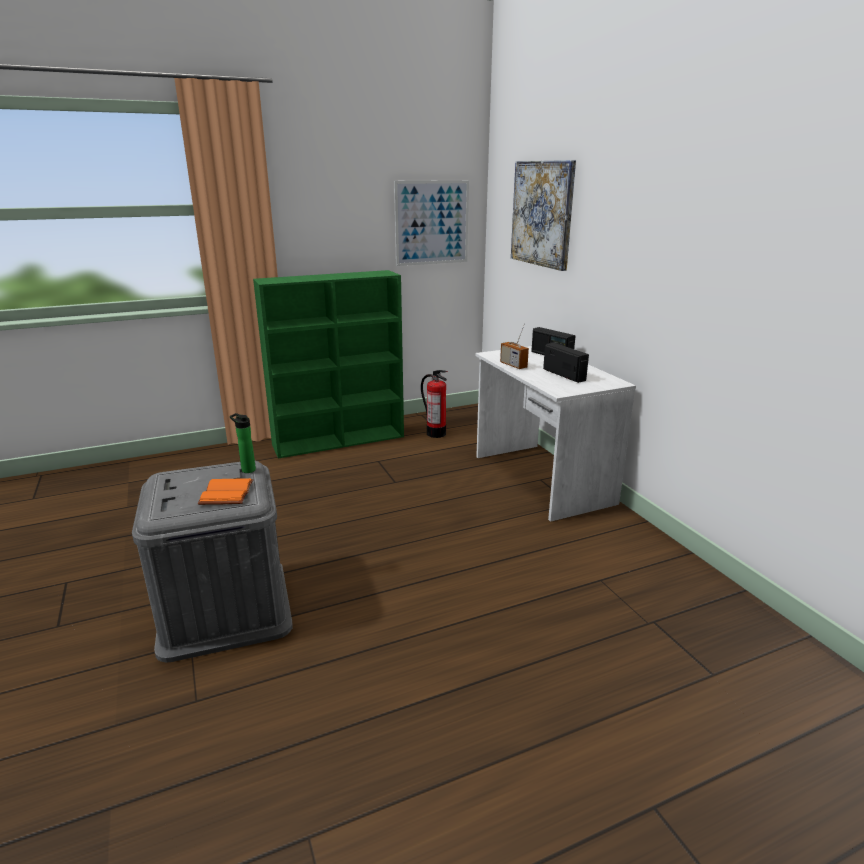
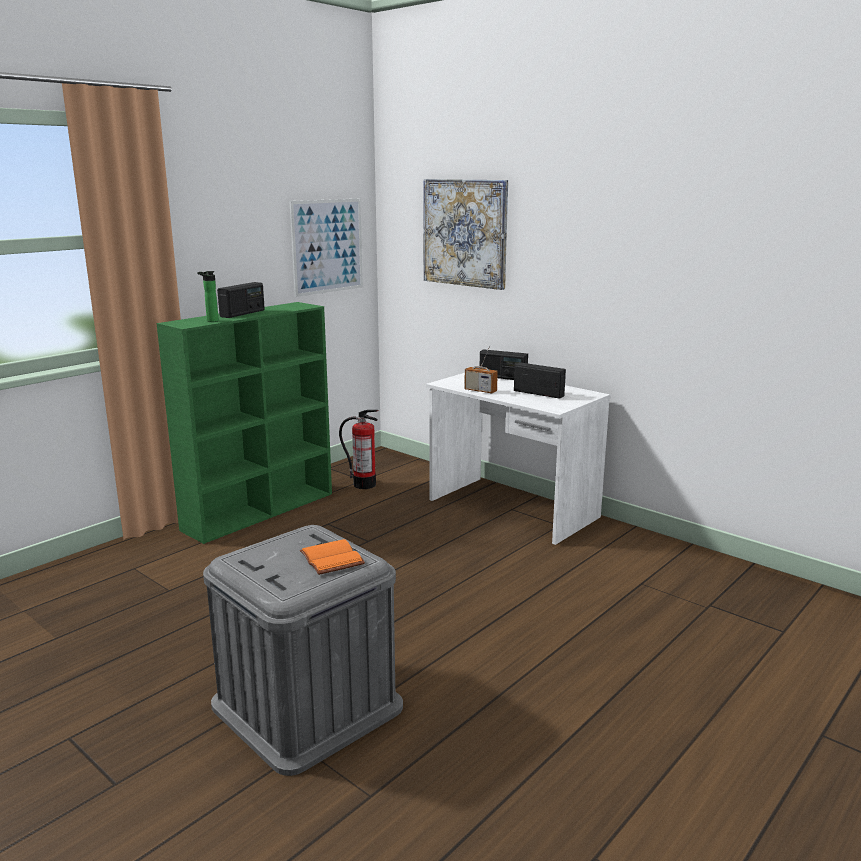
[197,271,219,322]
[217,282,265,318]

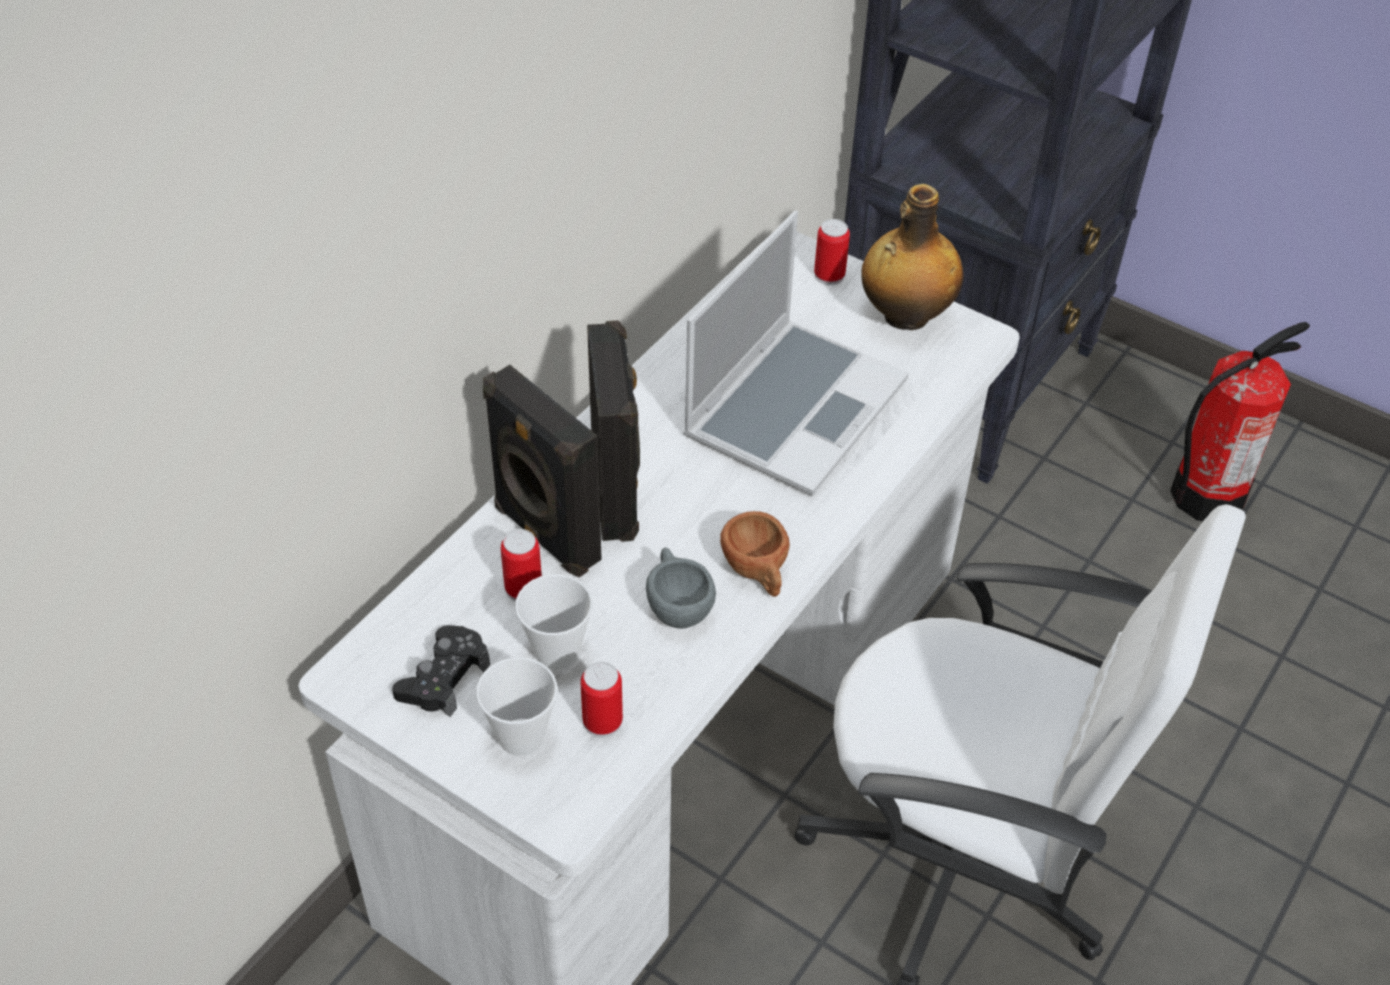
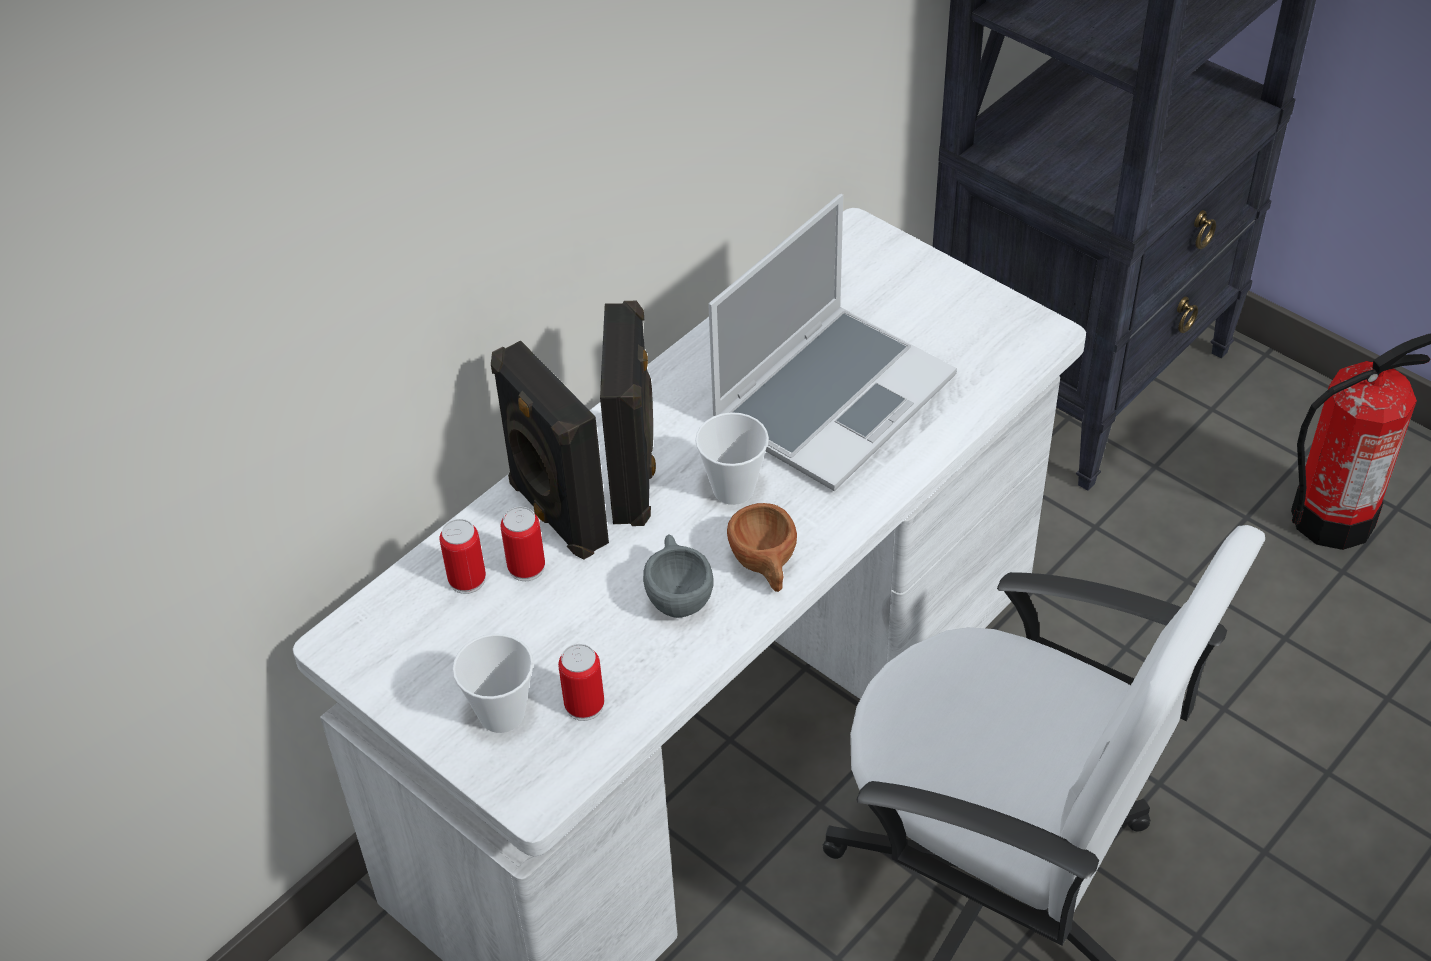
[392,625,490,717] (first image)
[695,412,769,505]
[440,519,486,594]
[861,184,964,330] (first image)

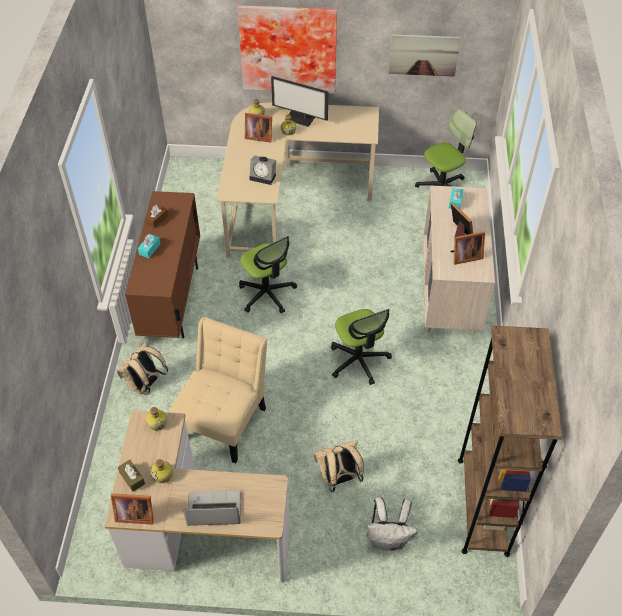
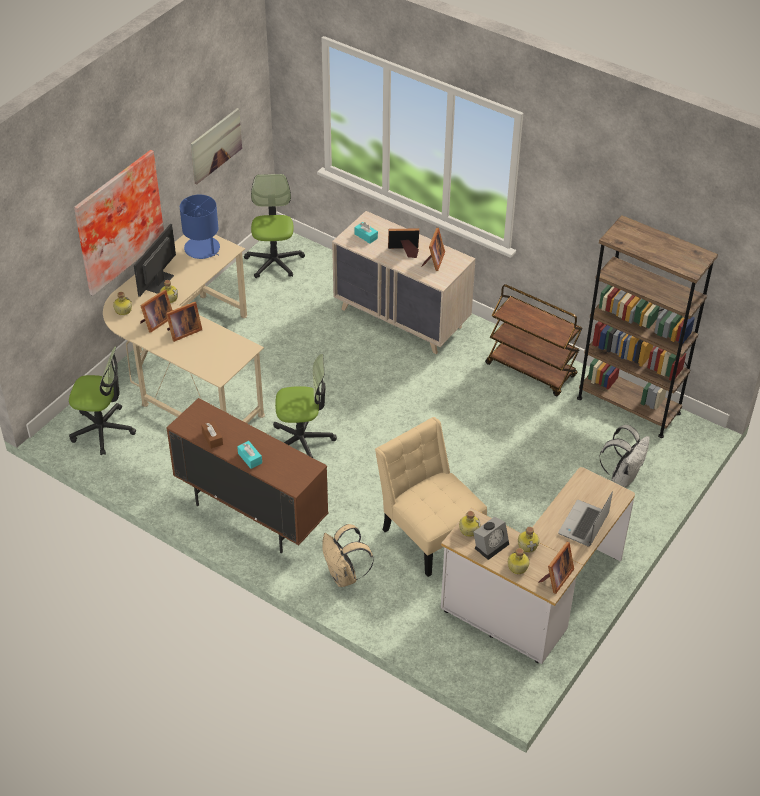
[508,548,530,574]
[473,517,509,560]
[134,224,176,297]
[314,440,364,492] (first image)
[69,347,136,455]
[166,302,202,342]
[180,195,220,259]
[485,284,583,396]

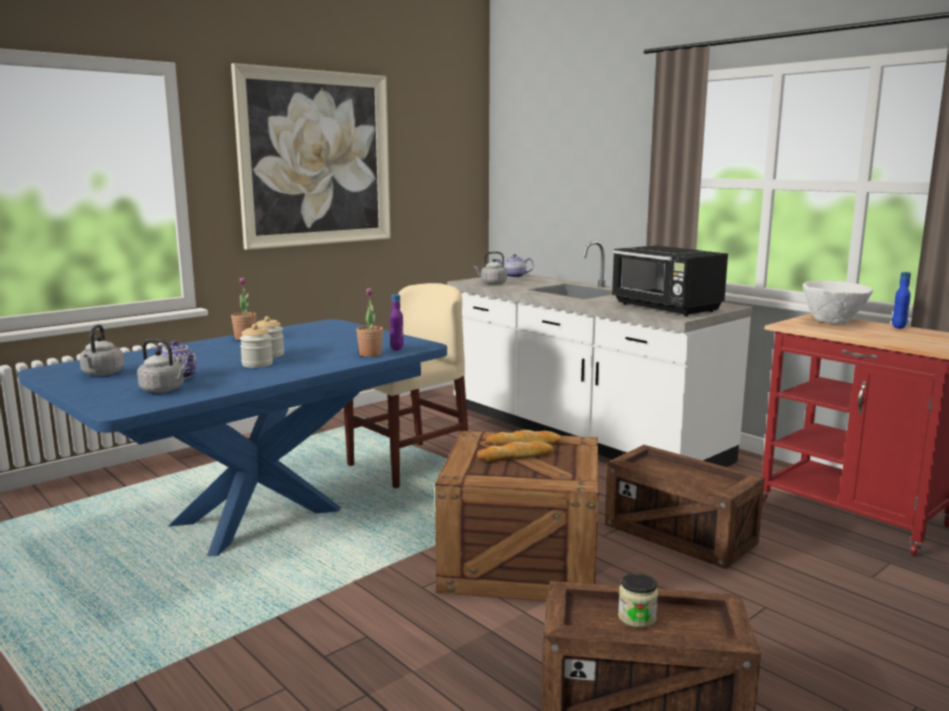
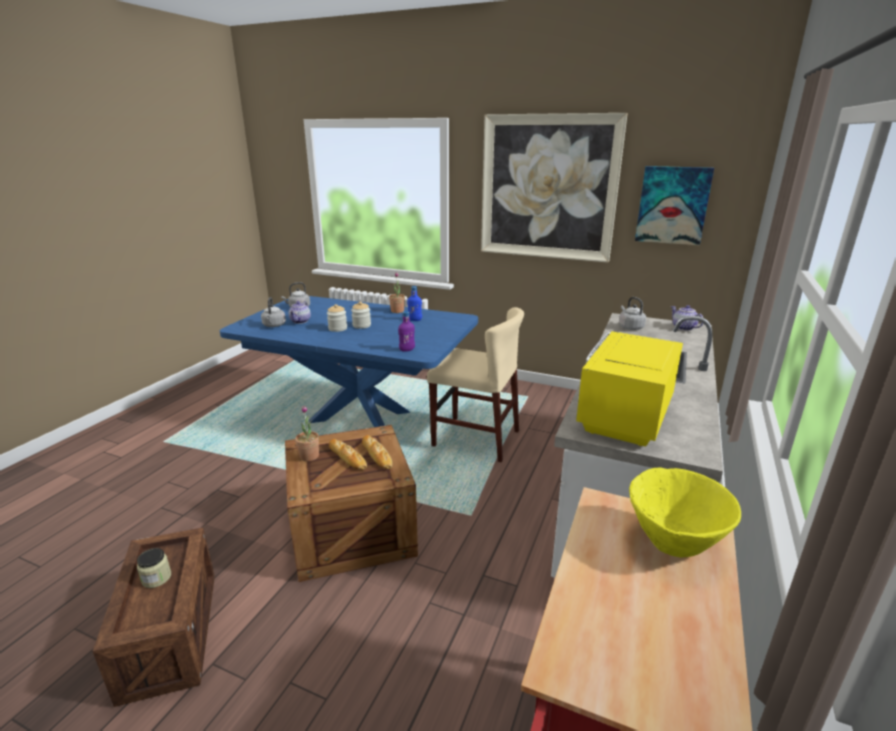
[295,406,319,462]
[605,445,765,569] (first image)
[576,331,683,446]
[629,468,741,557]
[407,286,422,321]
[635,166,714,246]

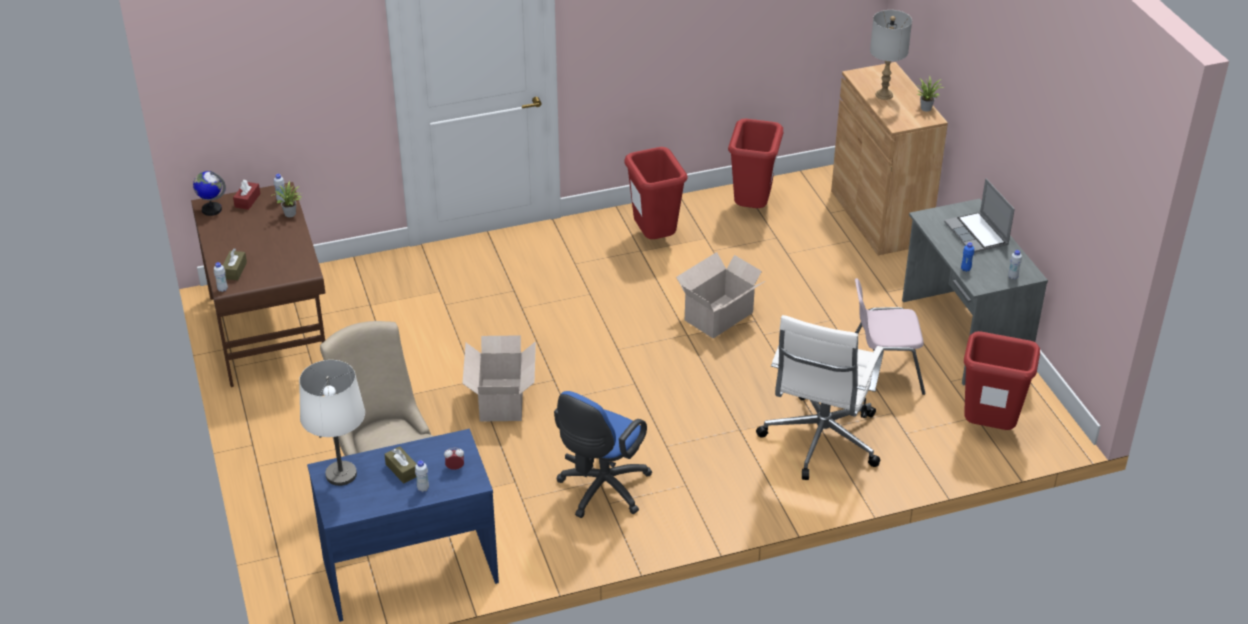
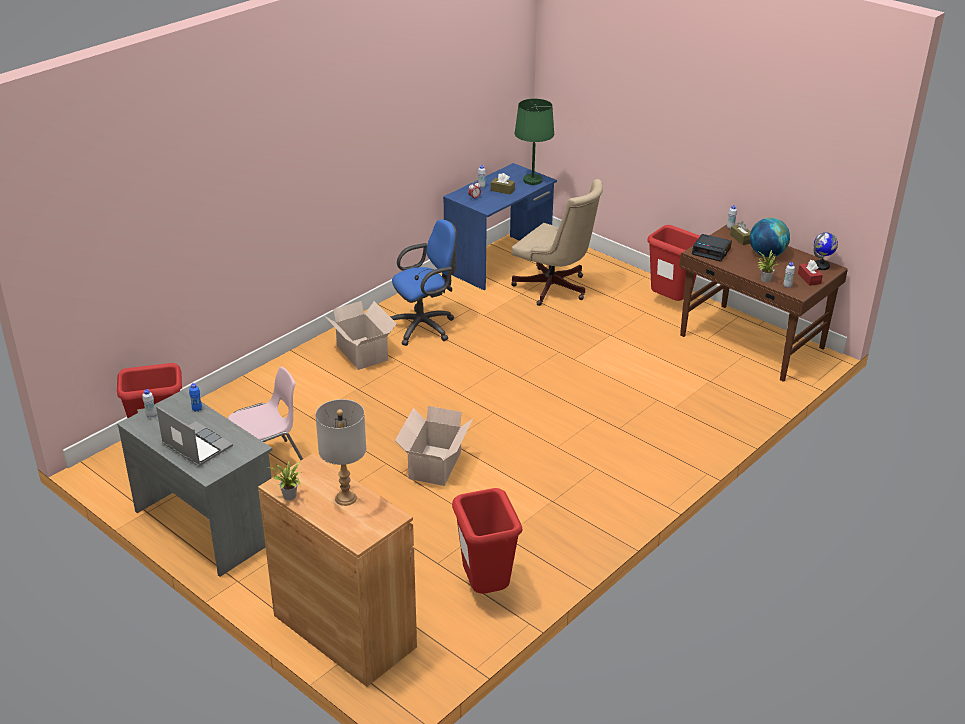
[515,99,554,185]
[325,301,397,370]
[390,219,457,346]
[647,225,700,301]
[756,315,884,480] (first image)
[692,234,732,261]
[750,218,790,257]

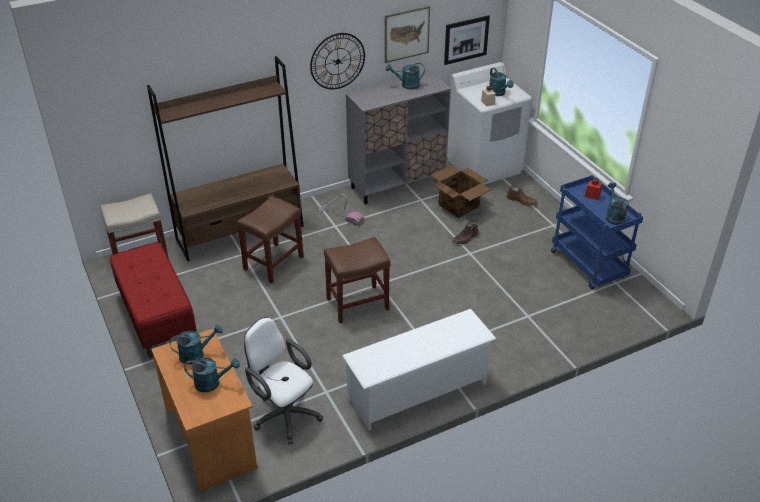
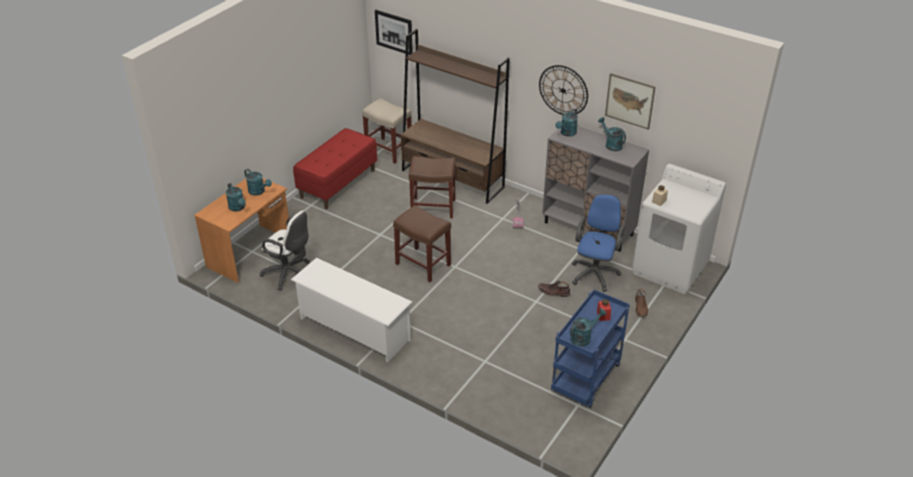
[260,211,310,290]
[572,194,625,292]
[375,9,413,55]
[556,109,578,137]

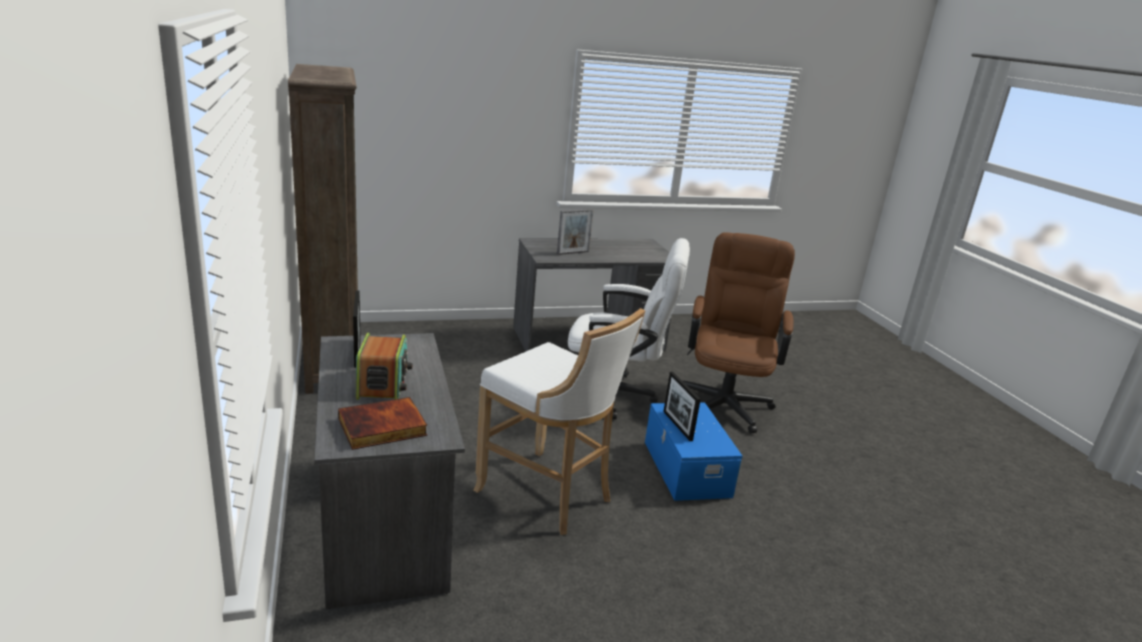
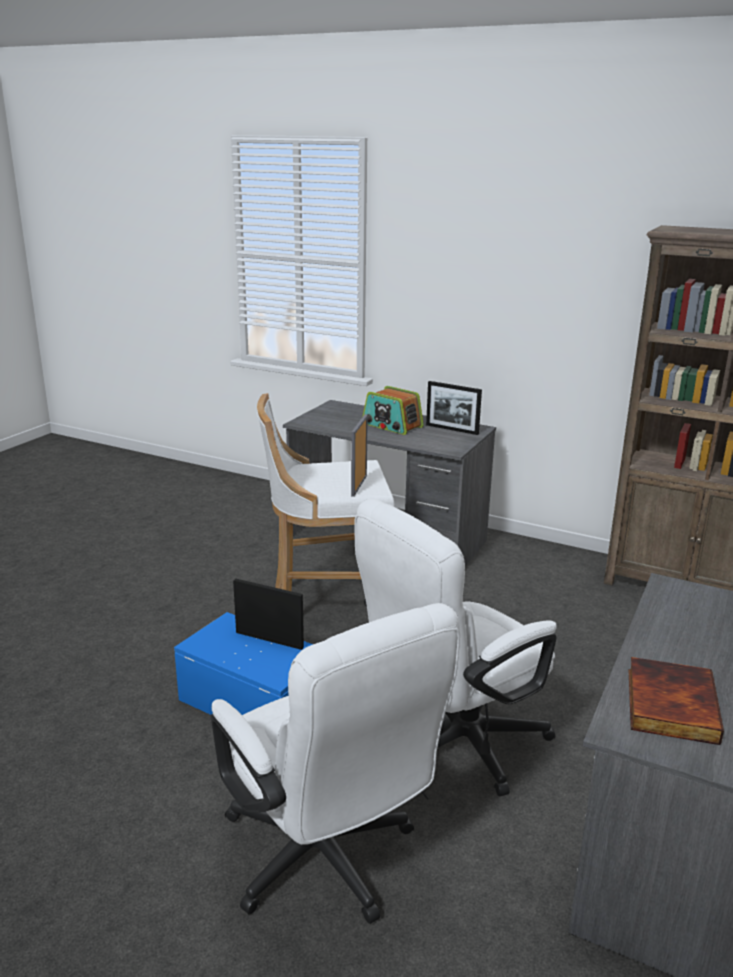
[628,657,724,745]
[351,414,368,497]
[211,603,460,924]

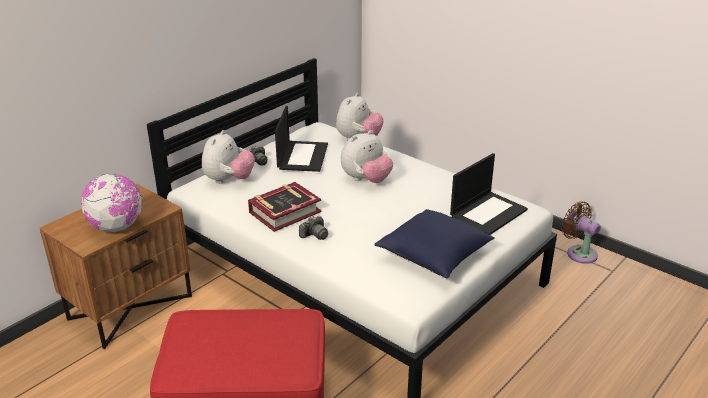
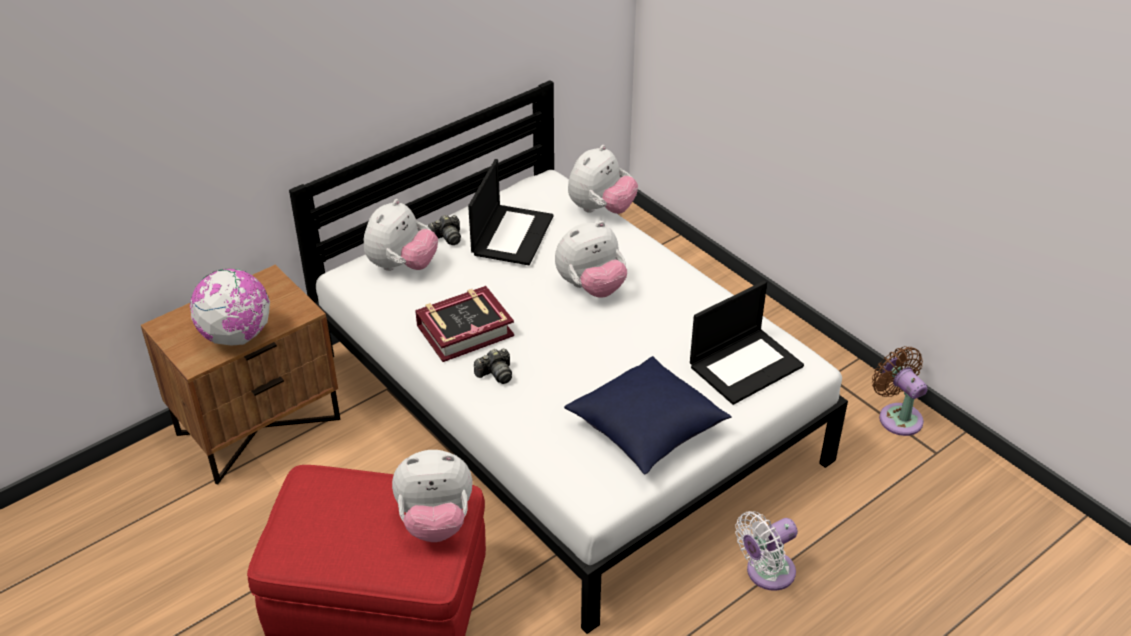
[392,450,473,542]
[735,511,798,591]

